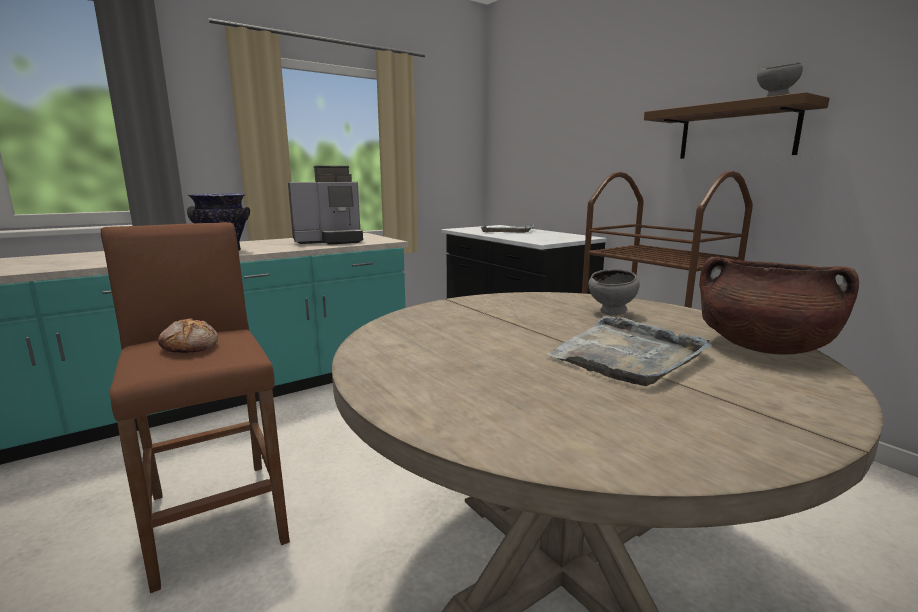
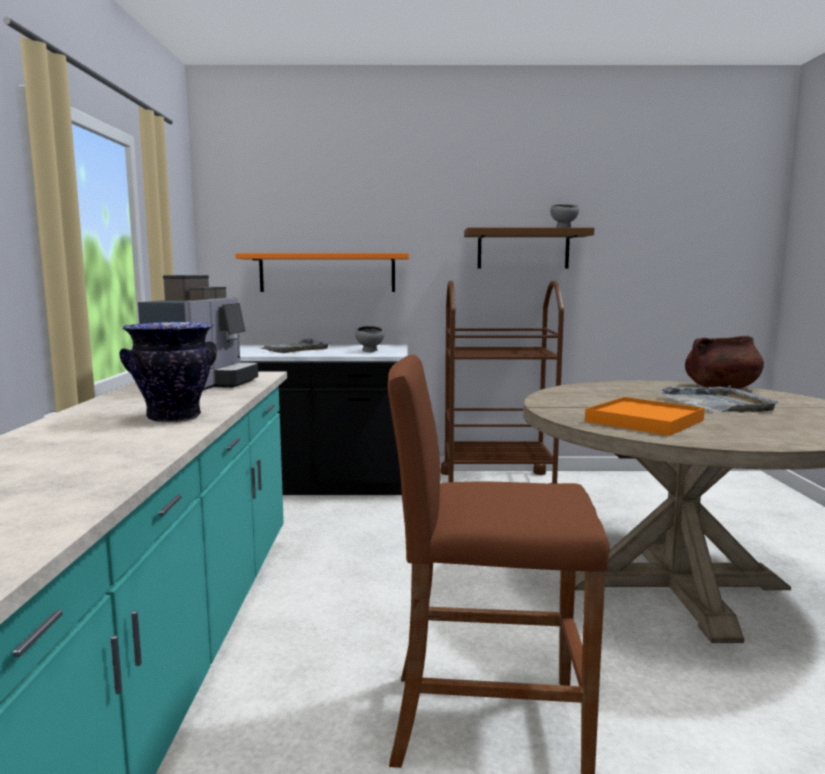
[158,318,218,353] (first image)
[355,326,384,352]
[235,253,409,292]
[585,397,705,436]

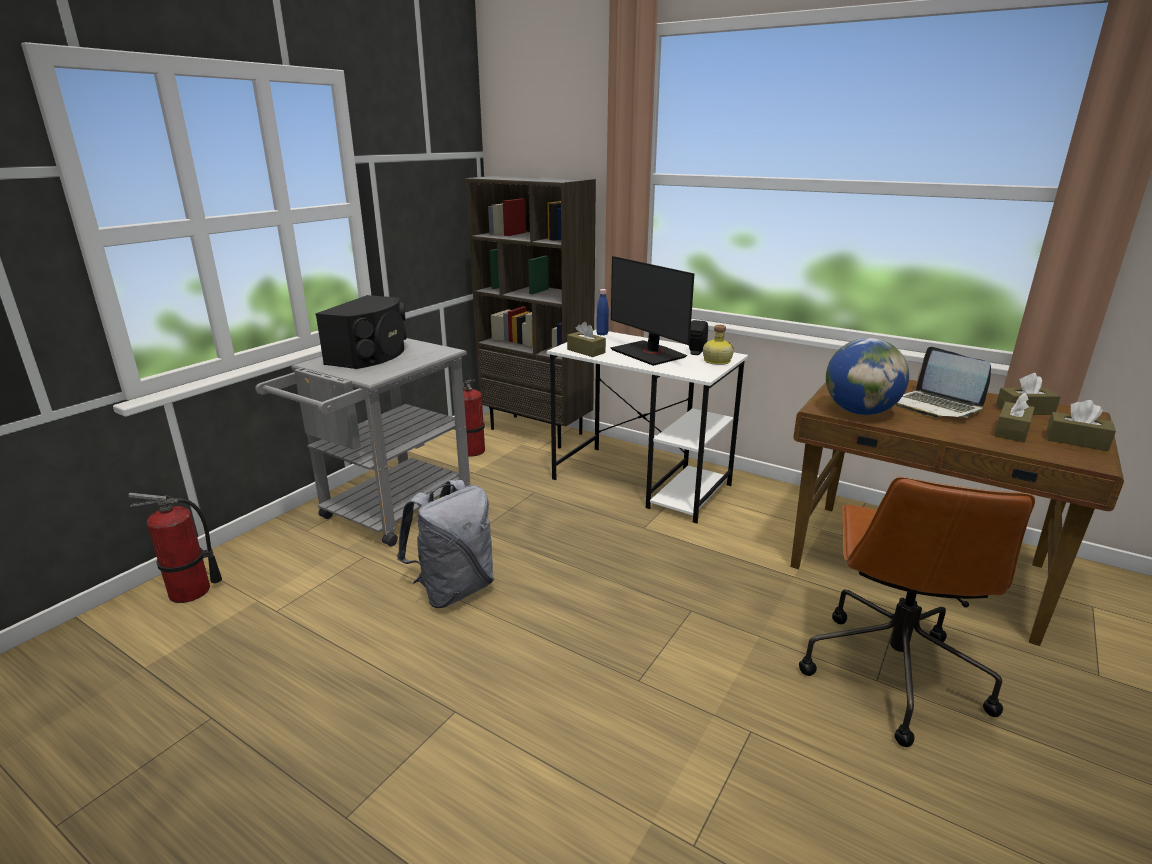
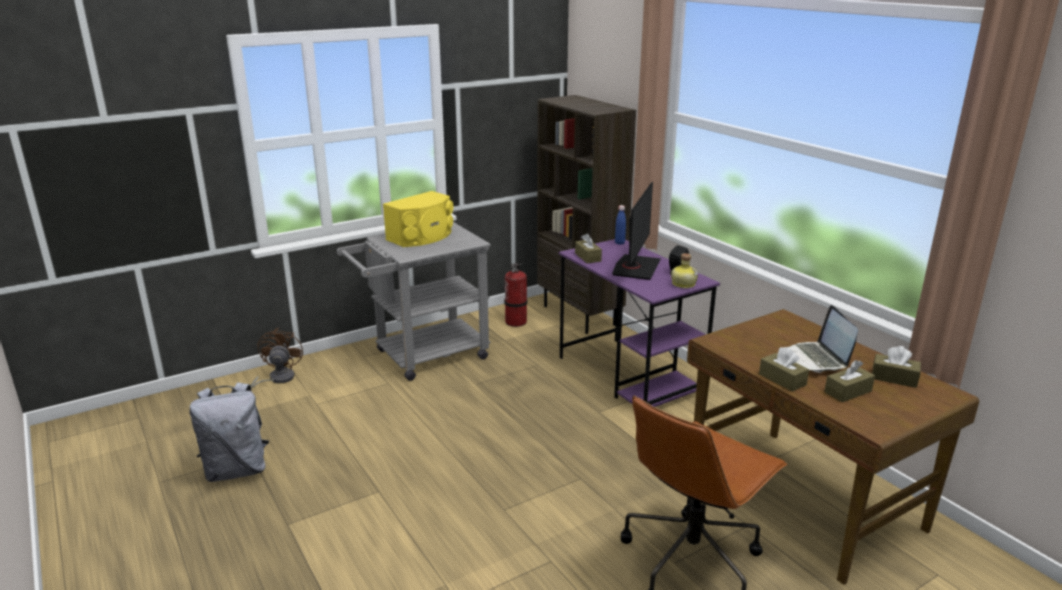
[251,328,303,389]
[383,191,453,247]
[190,382,269,482]
[559,239,720,407]
[612,182,661,280]
[826,338,909,415] (first image)
[759,347,809,391]

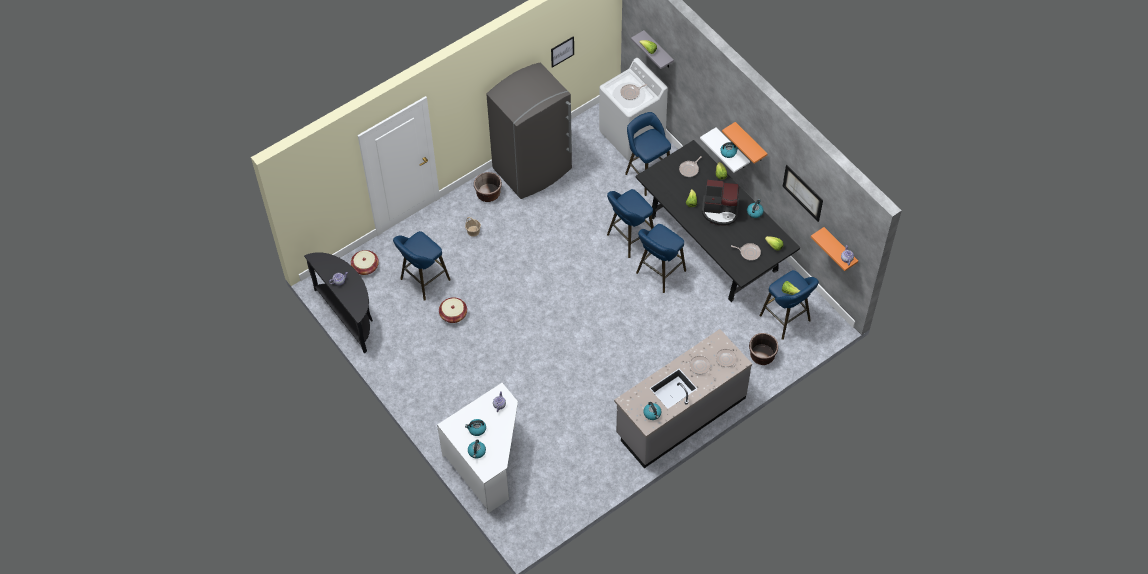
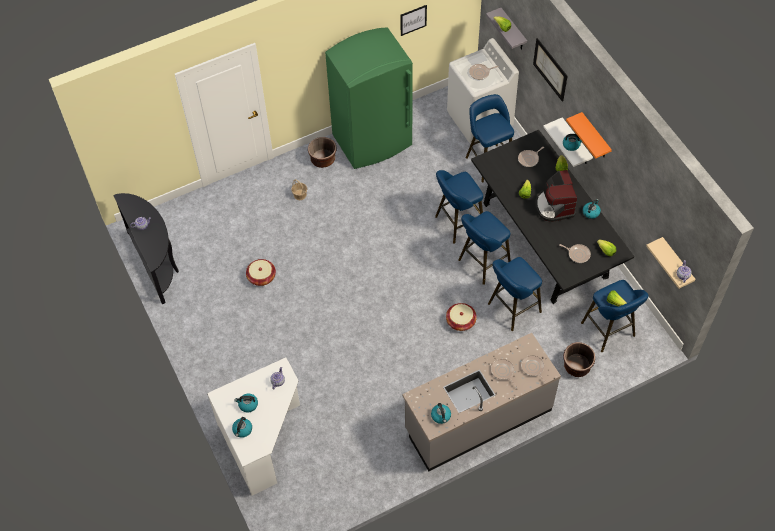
[446,303,477,331]
[488,257,542,331]
[325,27,413,169]
[535,170,577,222]
[533,38,568,102]
[646,237,696,289]

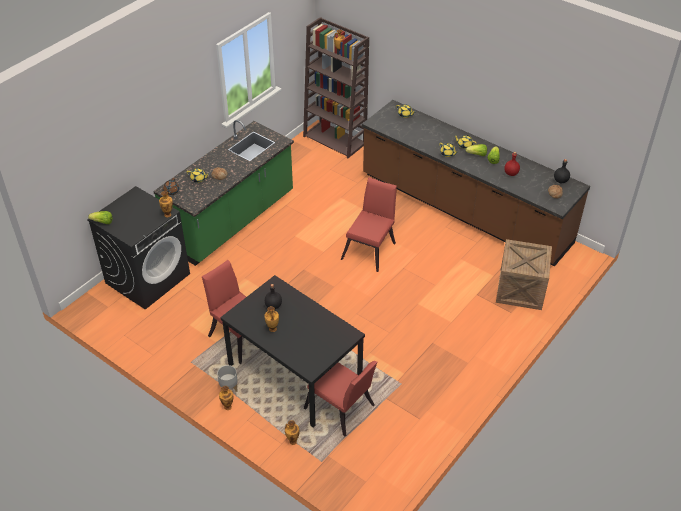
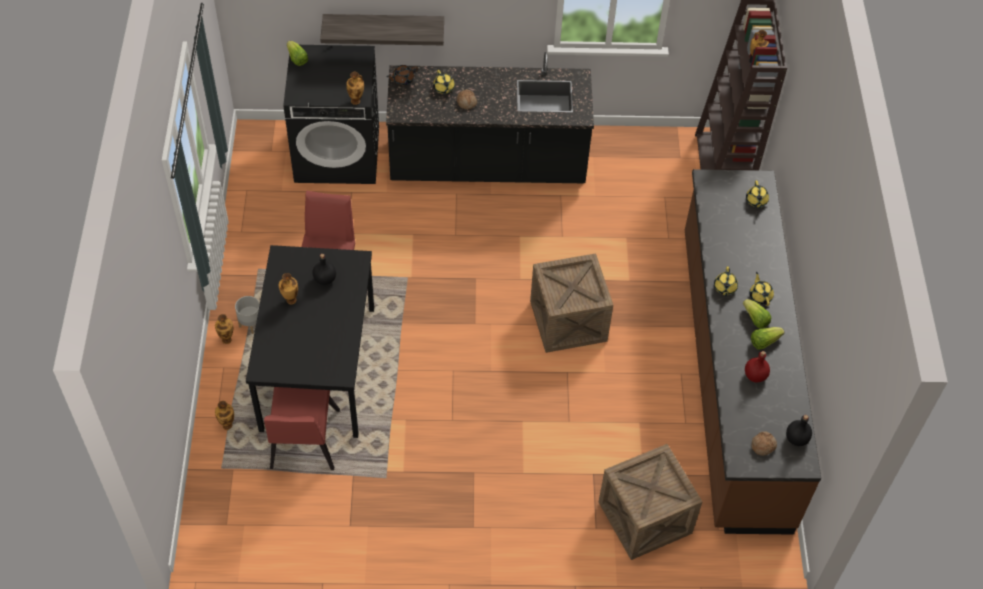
[386,52,594,183]
[530,253,613,353]
[320,14,444,45]

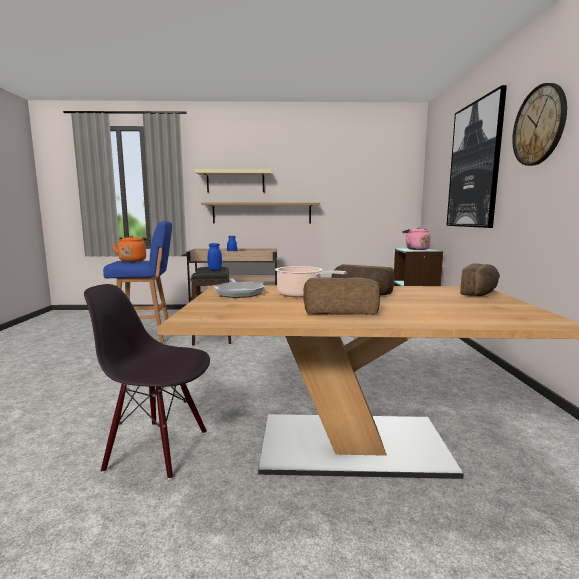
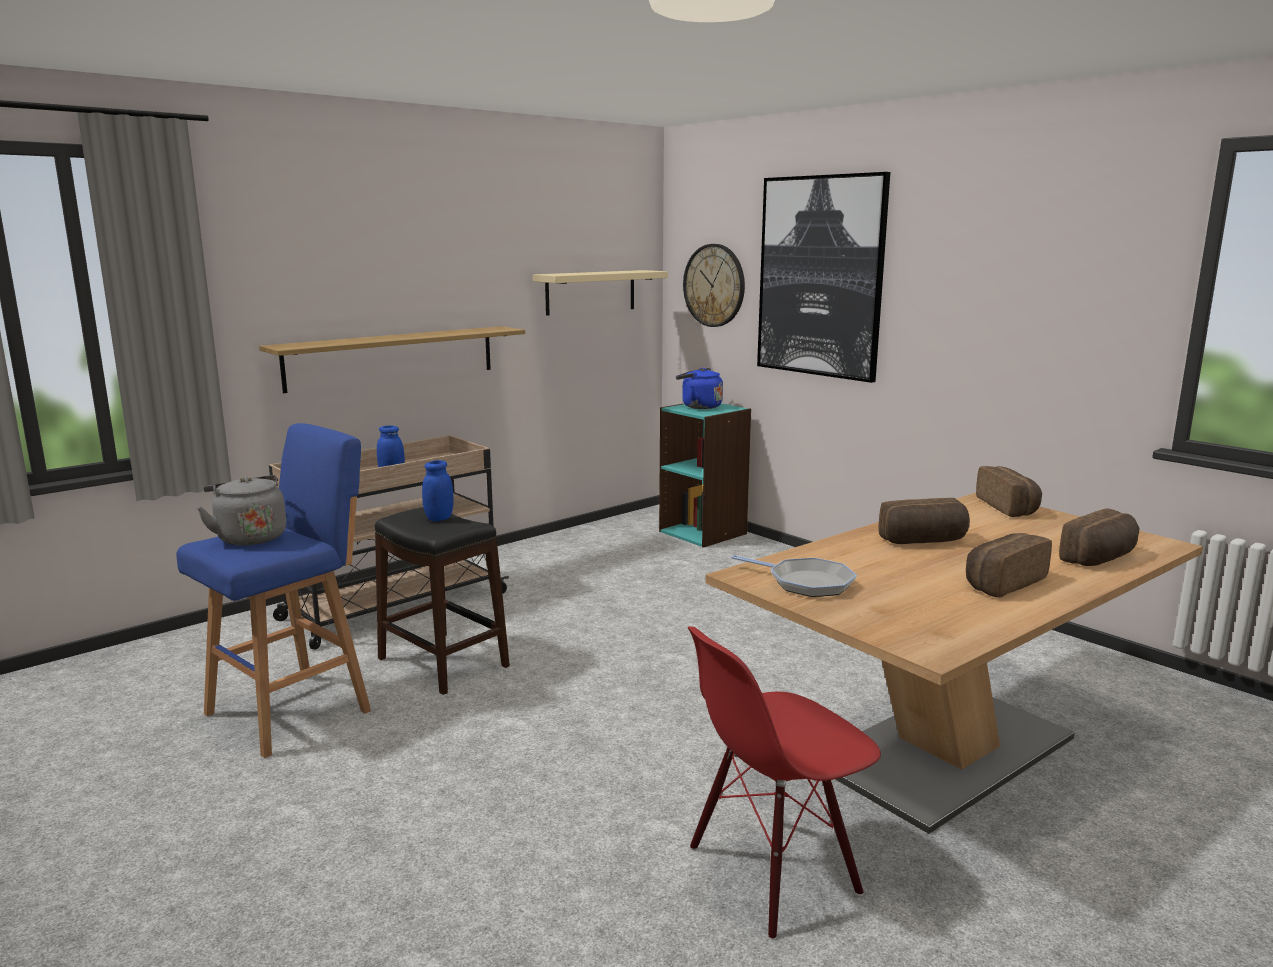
[688,626,881,940]
[197,475,286,545]
[532,270,668,315]
[275,266,346,298] (first image)
[676,368,723,409]
[683,244,745,327]
[1059,508,1139,566]

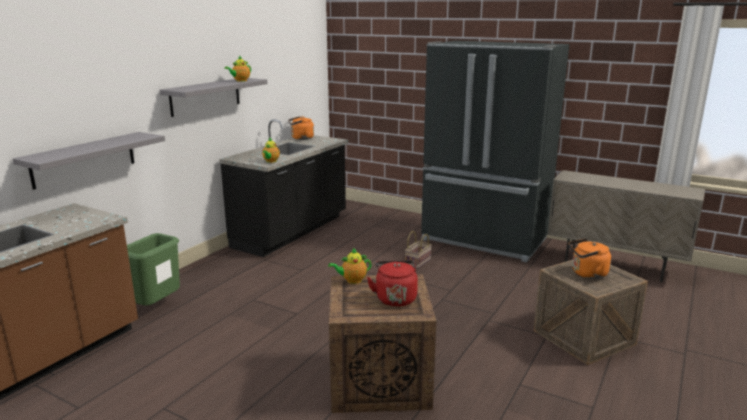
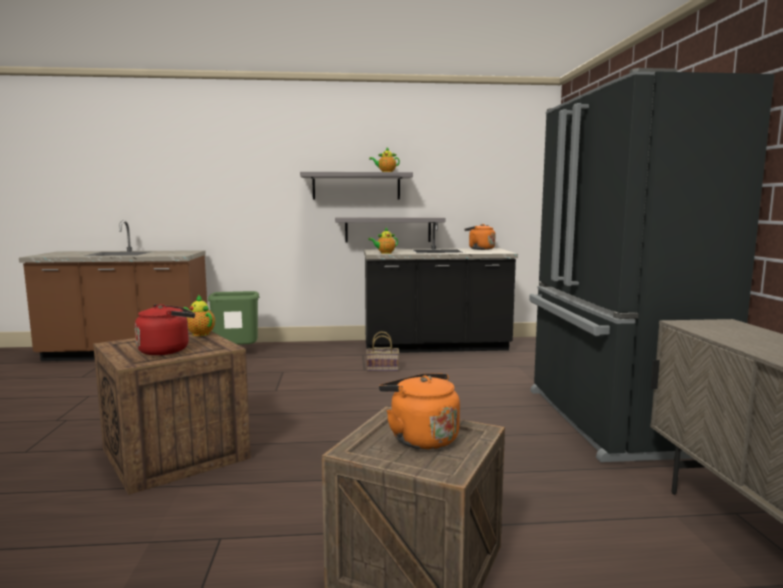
[335,217,445,242]
[366,331,399,371]

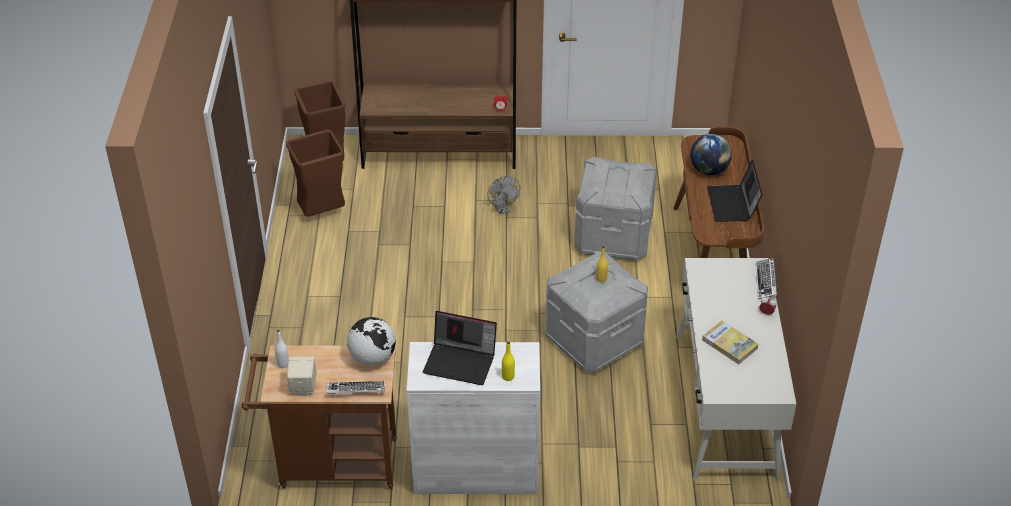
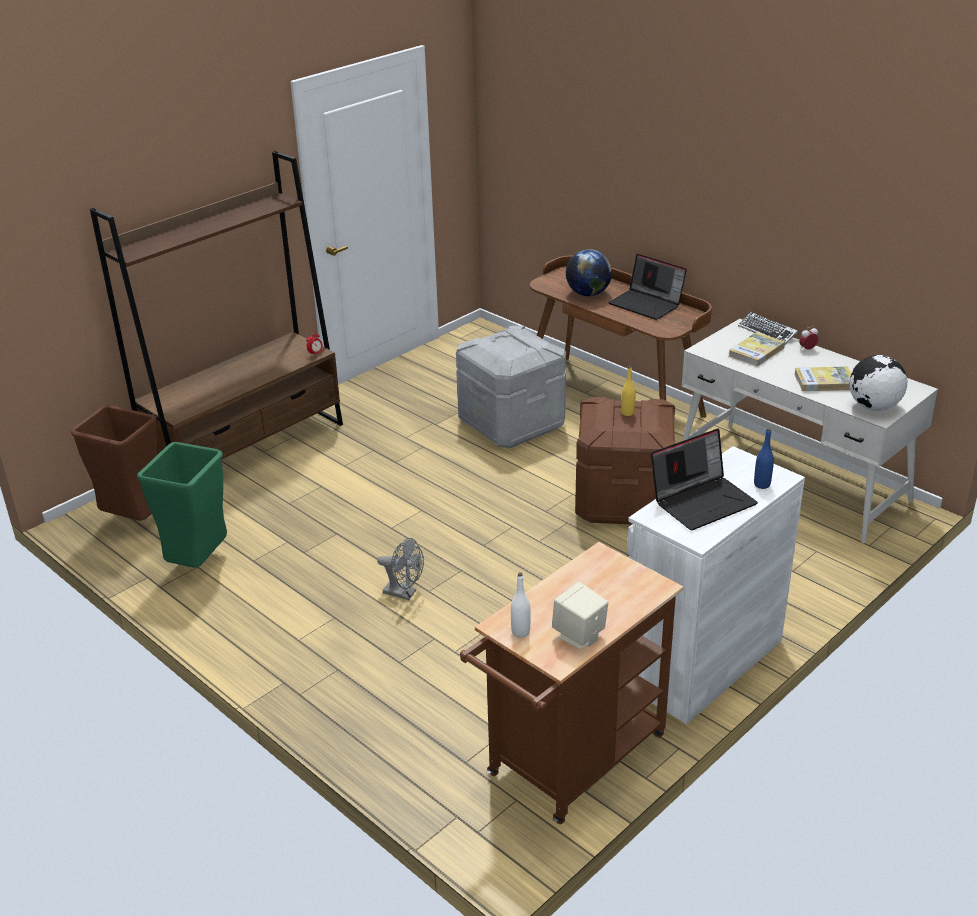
[137,442,227,568]
[326,381,385,396] (first image)
[849,355,907,411]
[377,538,424,600]
[754,428,774,489]
[575,397,676,524]
[729,332,785,366]

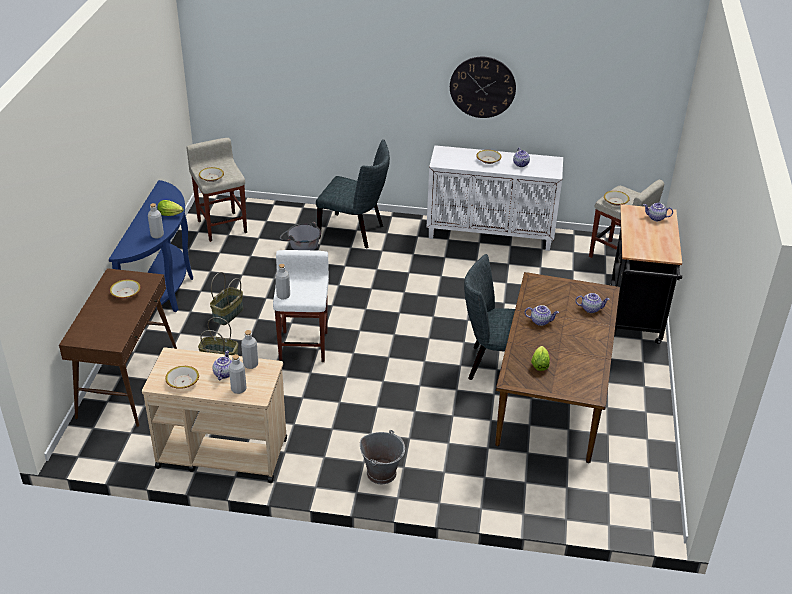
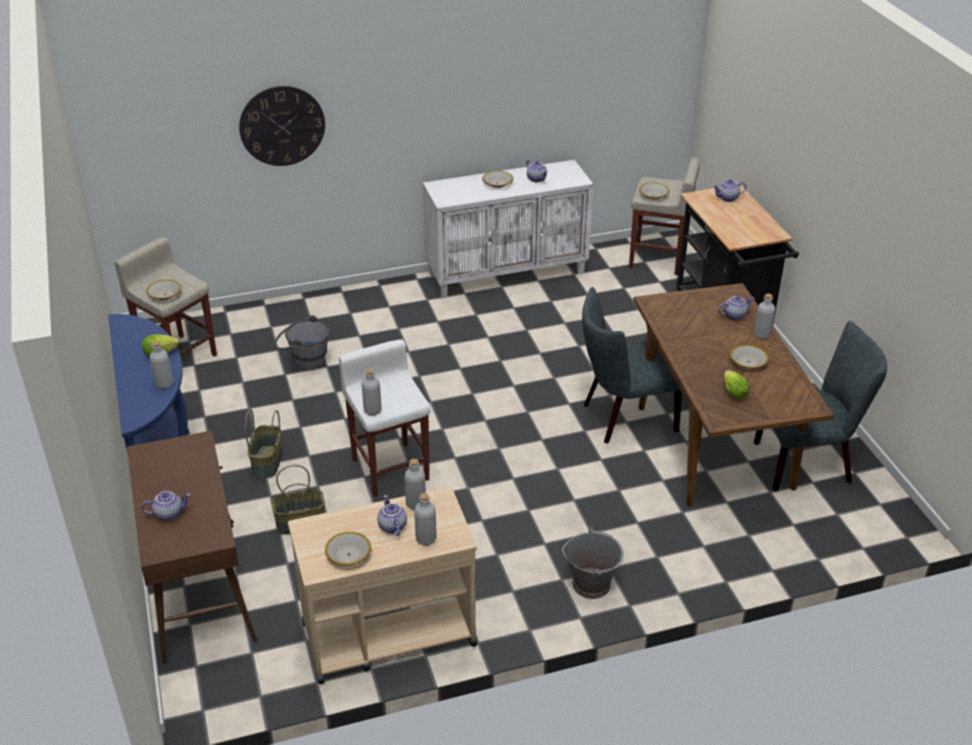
[730,345,769,369]
[754,321,887,491]
[239,86,325,166]
[142,491,190,521]
[753,293,775,339]

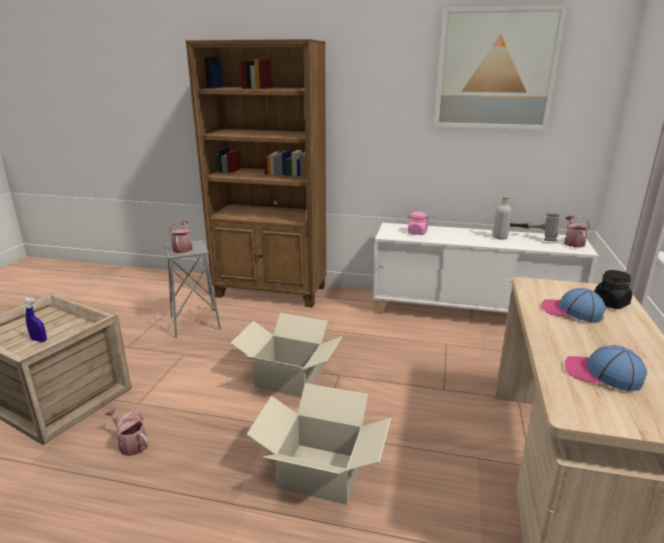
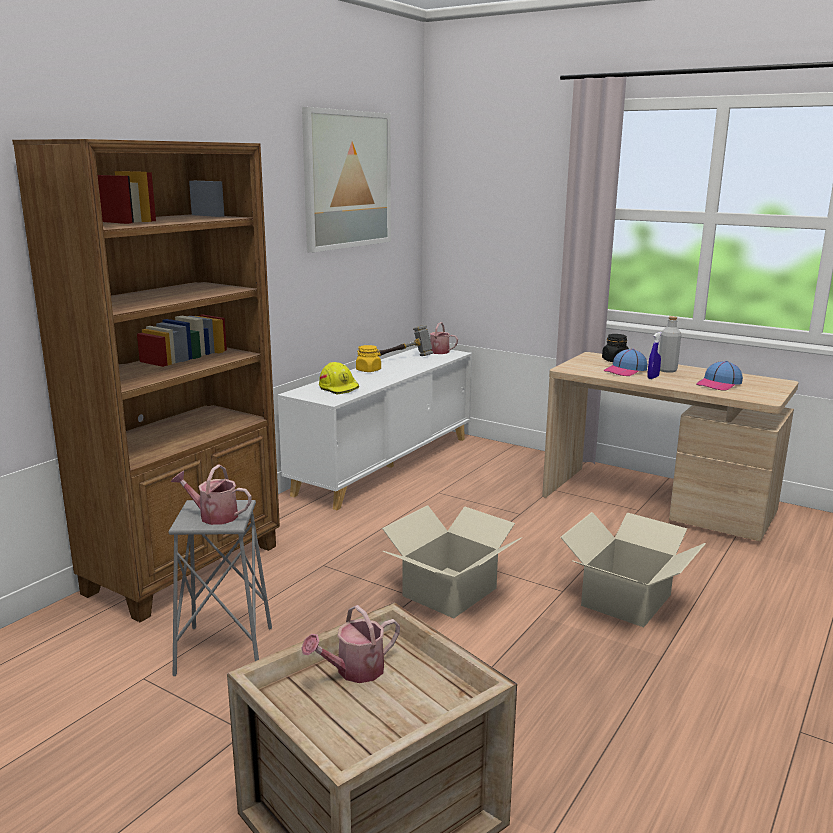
[647,332,662,379]
[301,605,400,683]
[319,362,359,395]
[659,316,681,373]
[356,345,381,372]

